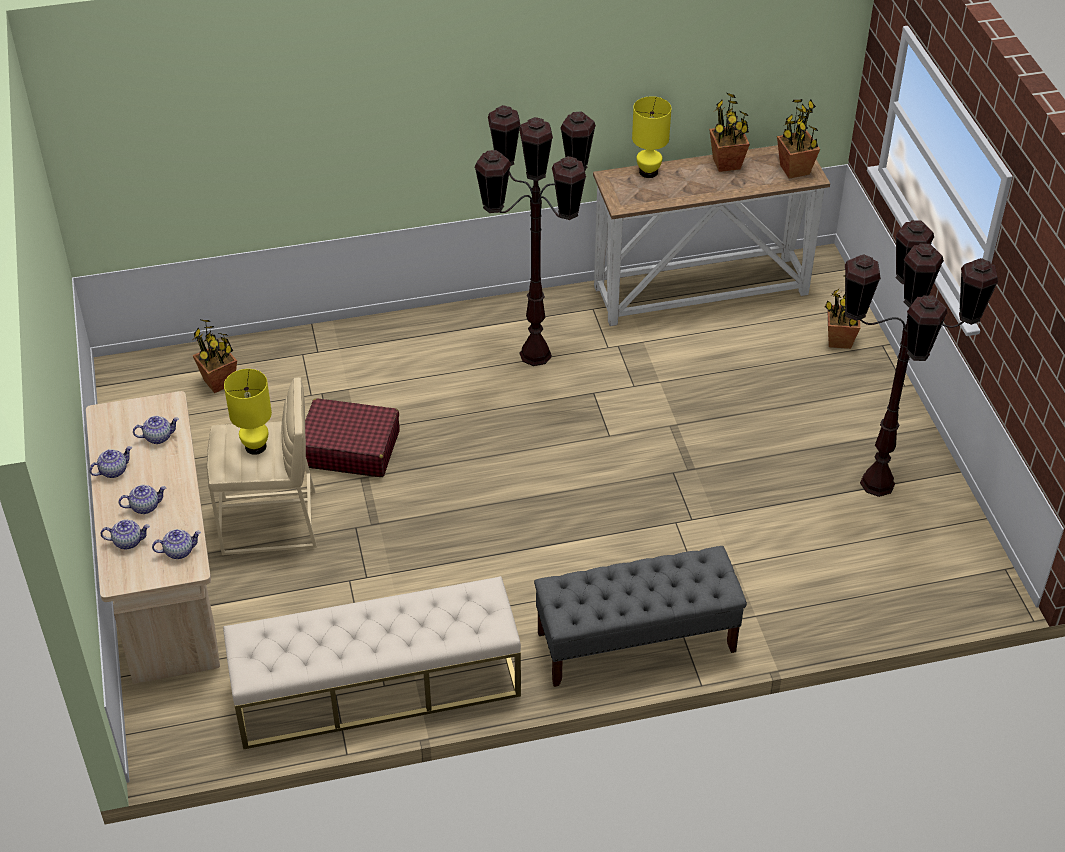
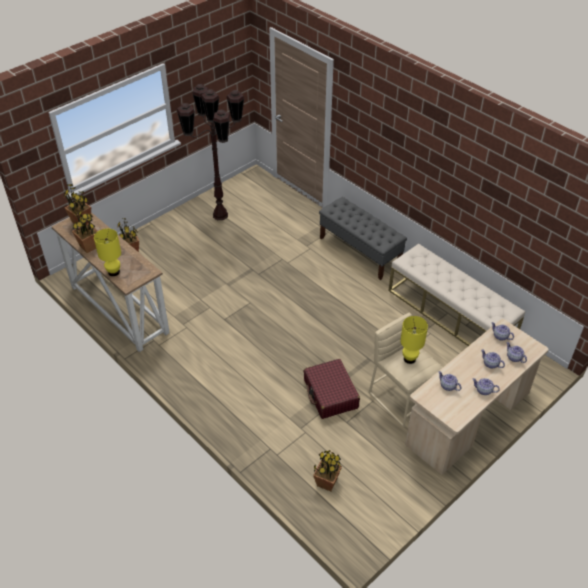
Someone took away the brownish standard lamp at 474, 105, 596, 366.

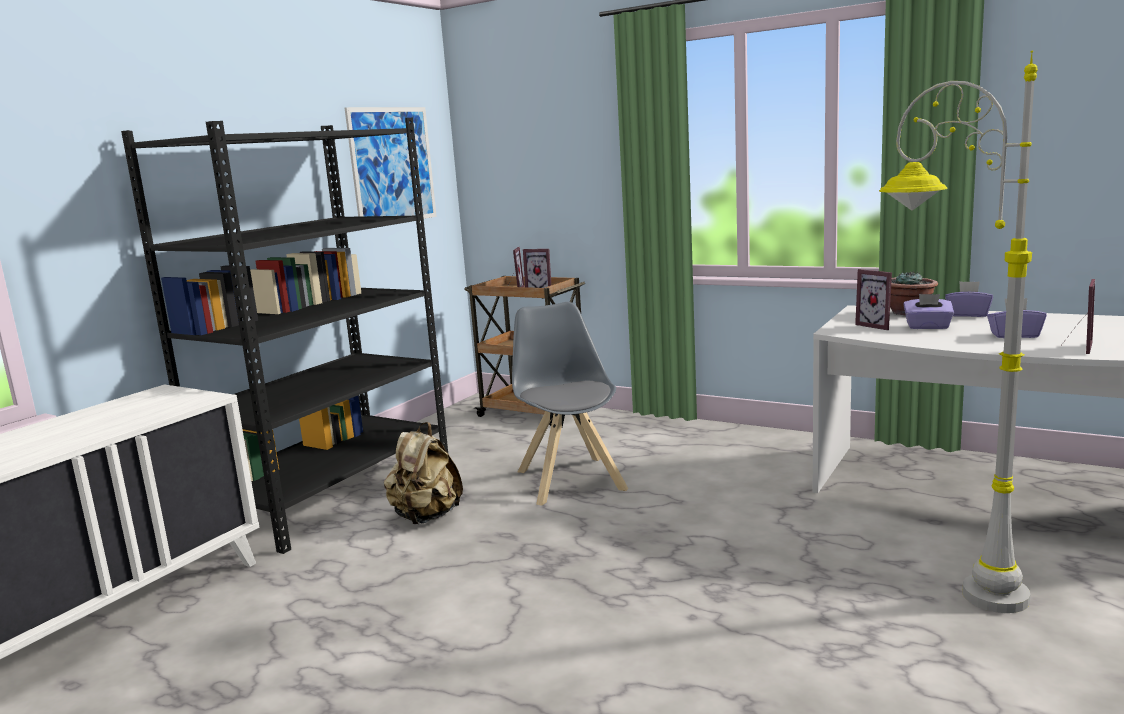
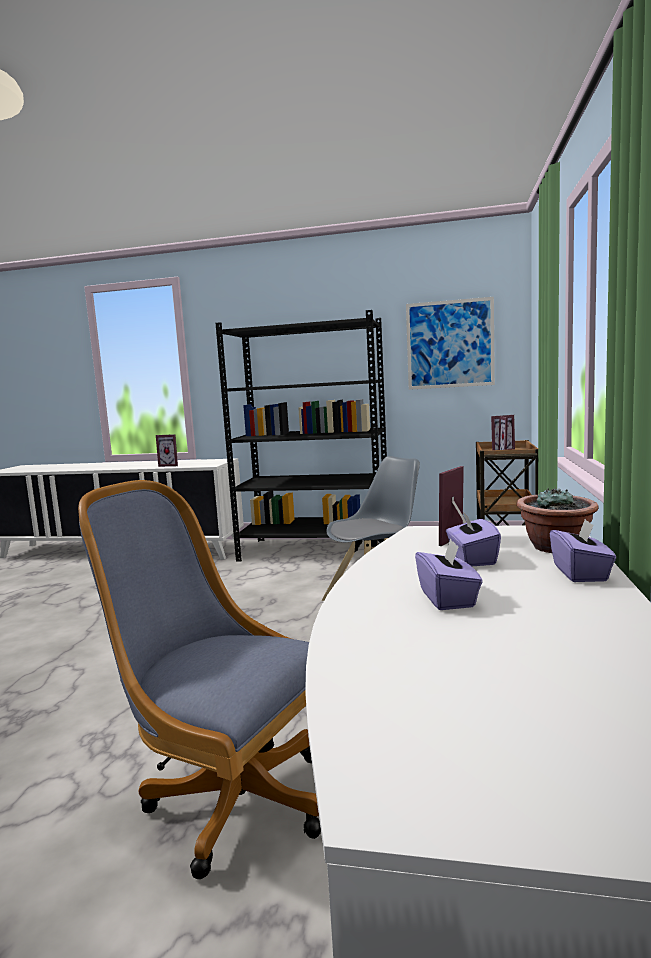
Someone took away the beige-coloured backpack at 384, 422, 463, 524. Someone carried the standing frame from 1062, 279, 1095, 354 to 156, 434, 178, 467. Someone swapped the grey standard lamp at 879, 50, 1038, 613 for the blue desk chair at 78, 480, 321, 879.

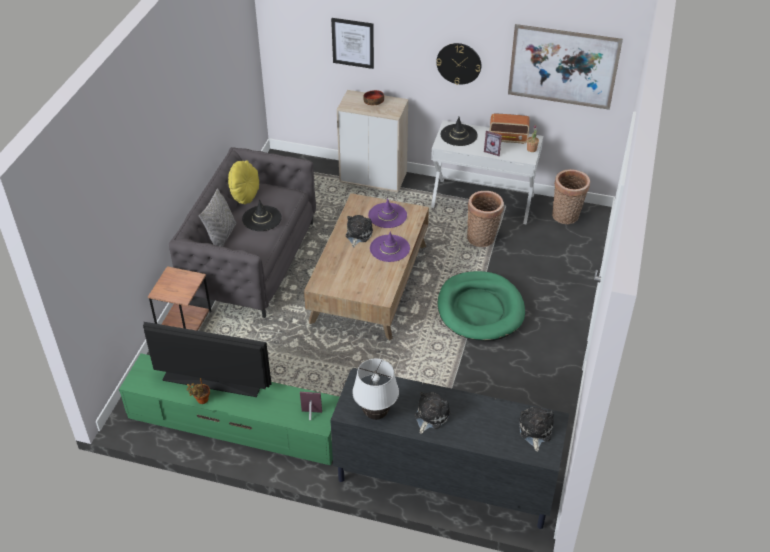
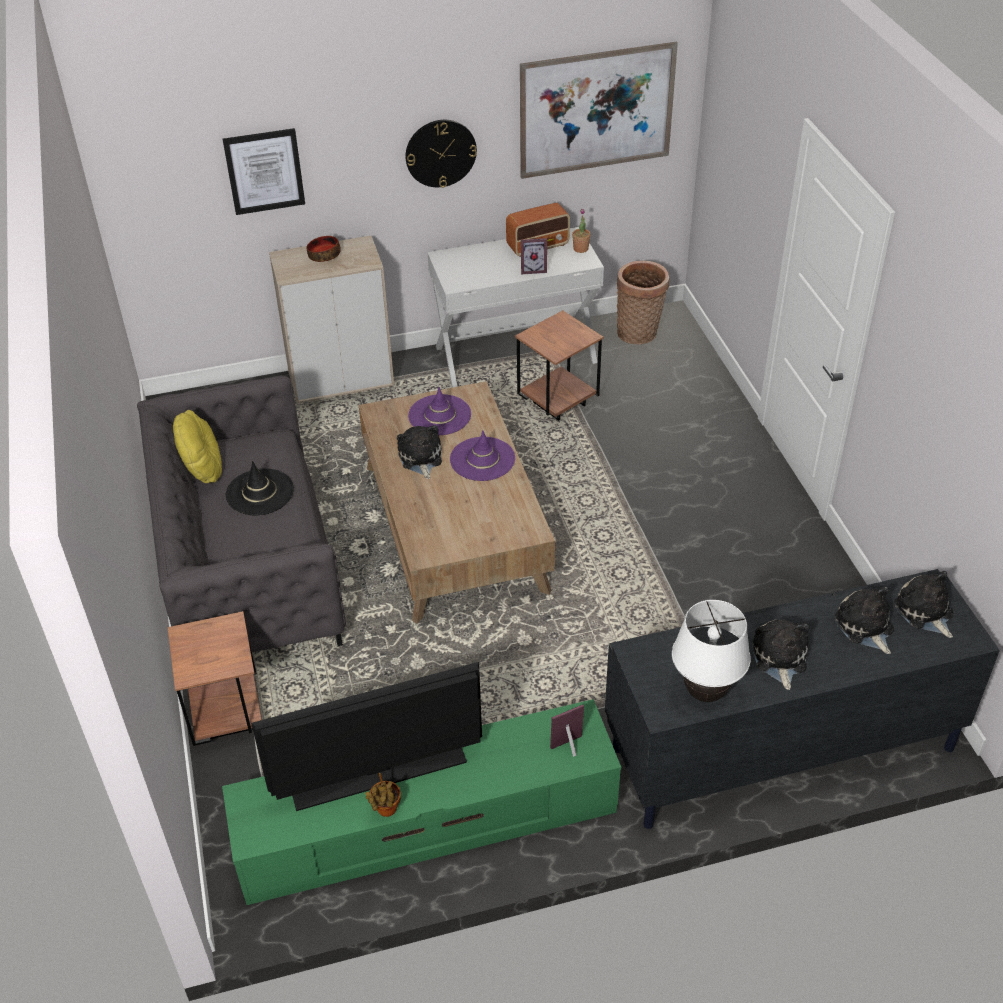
Someone took away the grey cushion at 199, 188, 236, 247. Someone took away the green-coloured dog bed at 438, 271, 525, 341. Someone took away the black-coloured clothing hat at 440, 117, 478, 146. Someone put down the cuddly toy at 835, 586, 894, 654. Someone swapped the household basket at 467, 191, 504, 247 for the brownish end table at 515, 310, 603, 421.

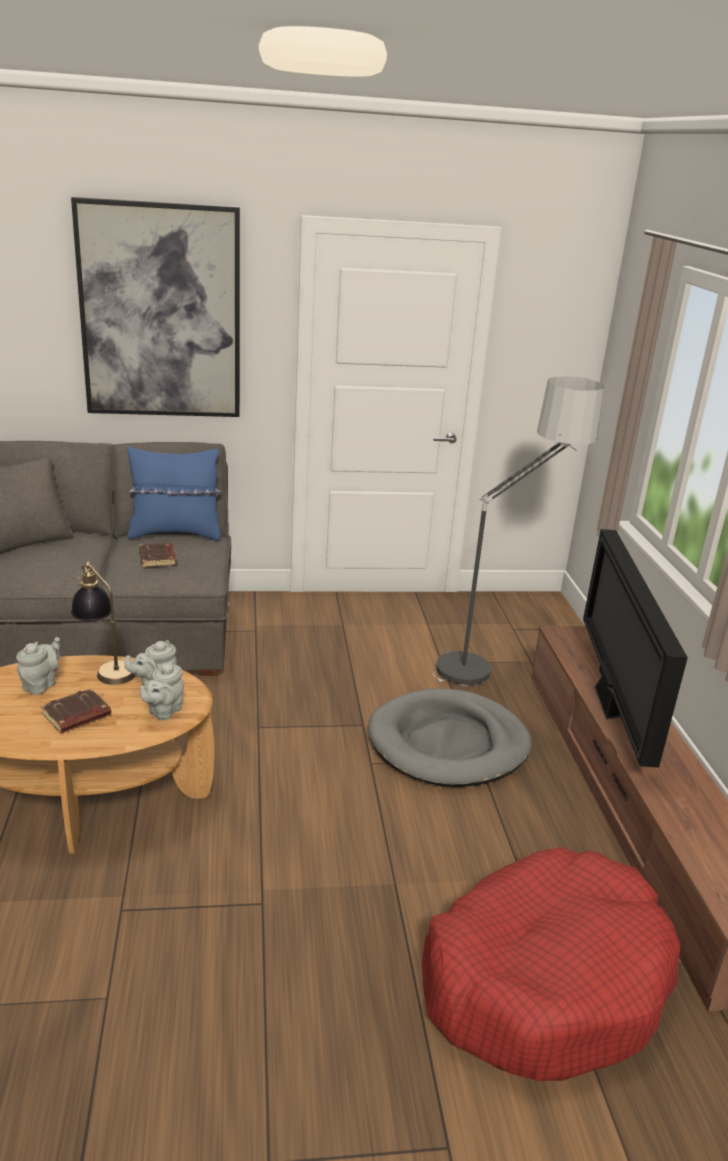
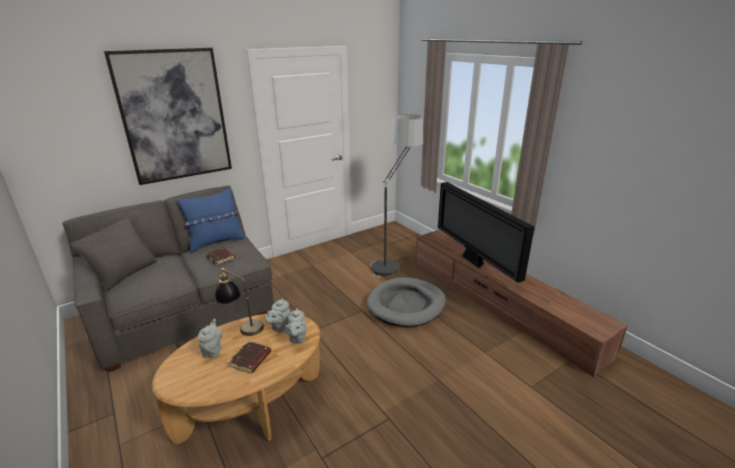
Someone took away the red-coloured dog bed at 422, 847, 680, 1081.

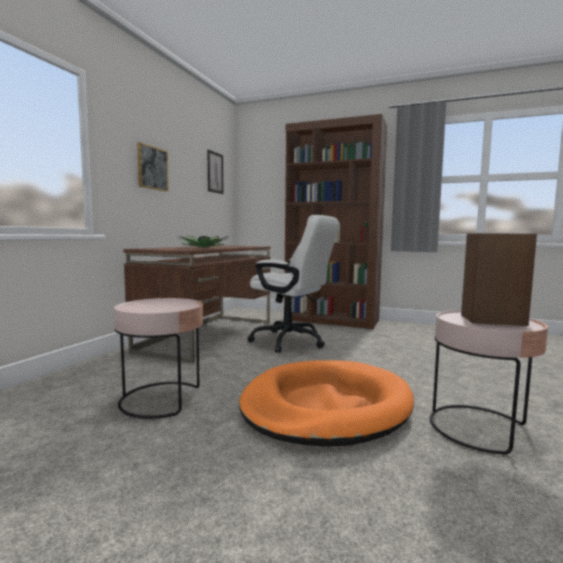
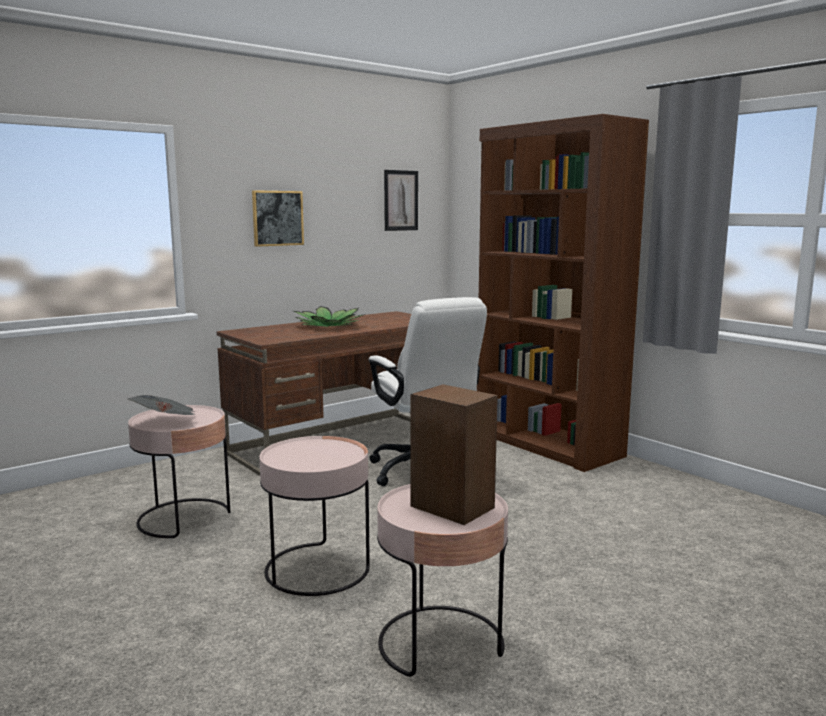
Someone put down the daily paper at 127, 395, 195, 415. Someone swapped the orange-coloured dog bed at 239, 361, 414, 446 for the pink end table at 259, 436, 370, 596.

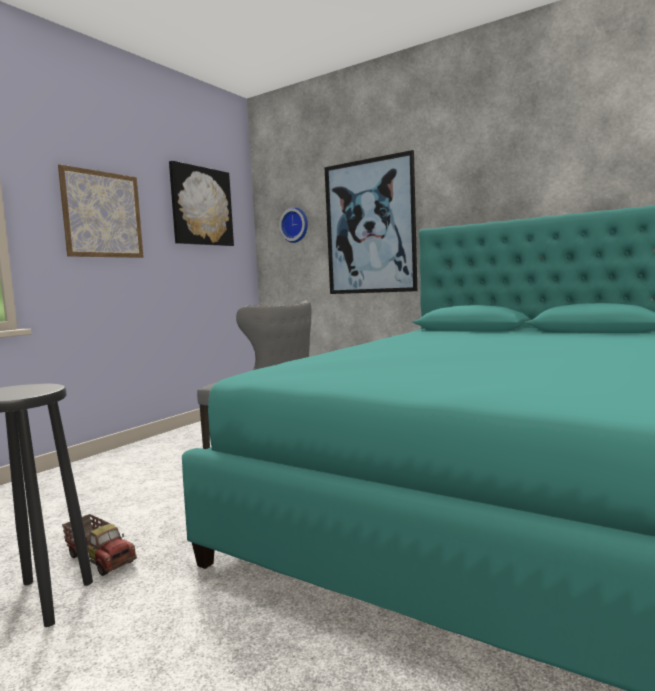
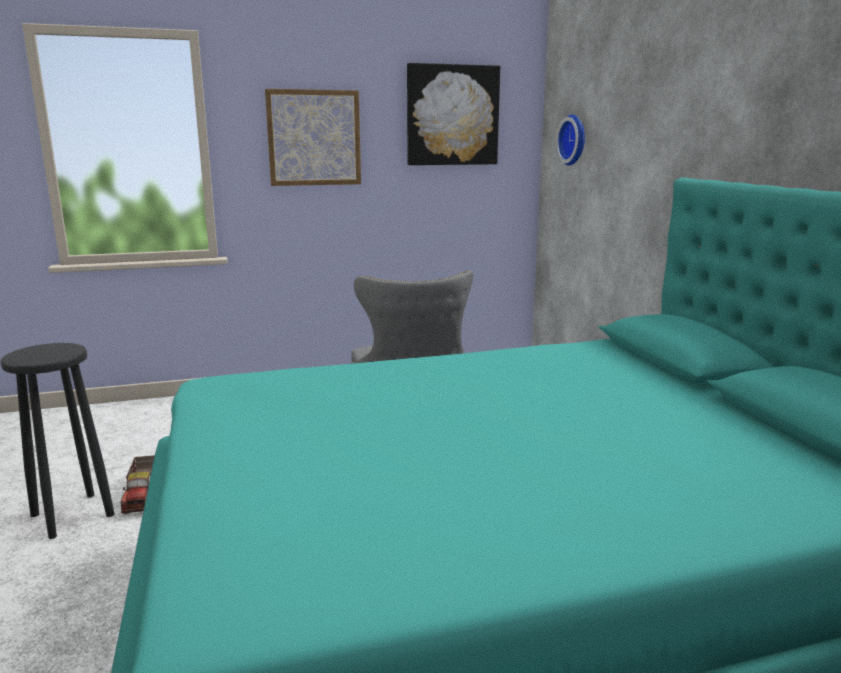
Someone took away the picture at 325, 150, 417, 294.

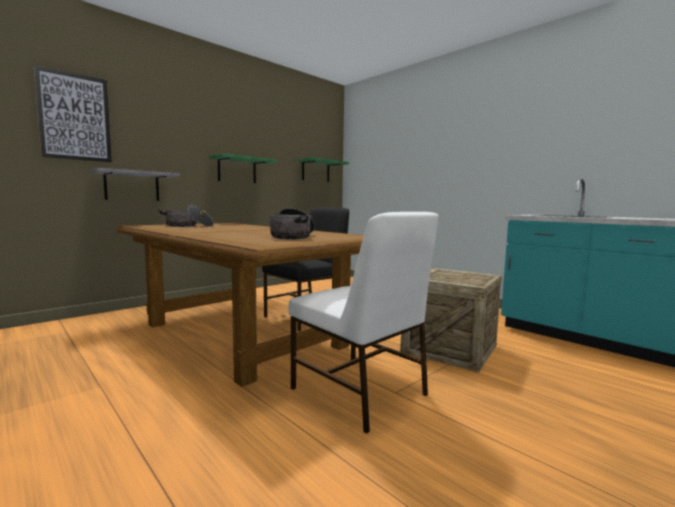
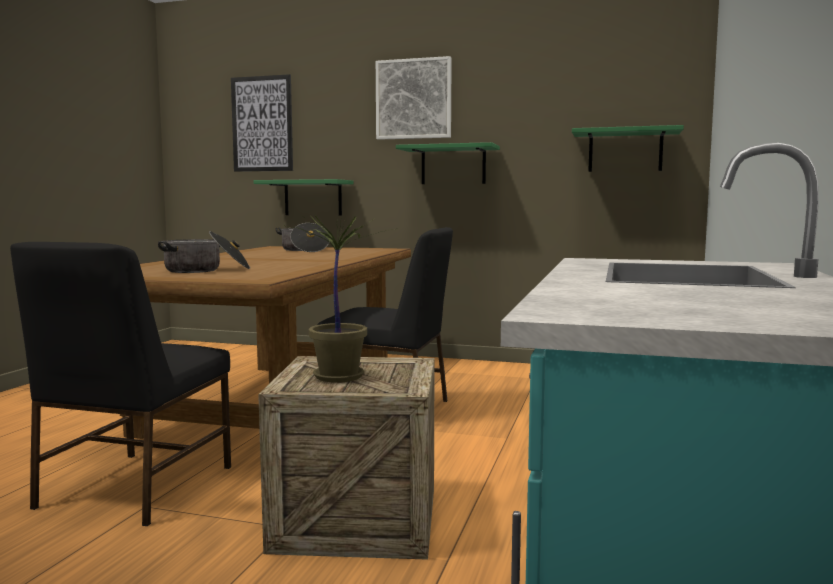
Someone put down the houseplant at 283, 216, 392, 383. Someone put up the picture at 376, 56, 452, 140. Someone repainted the grey wall shelf at 90, 168, 180, 201, which became the green-coloured wall shelf at 253, 179, 353, 216. Someone repainted the whitish upright chair at 289, 212, 438, 434, which became the black-coloured upright chair at 10, 242, 231, 526.

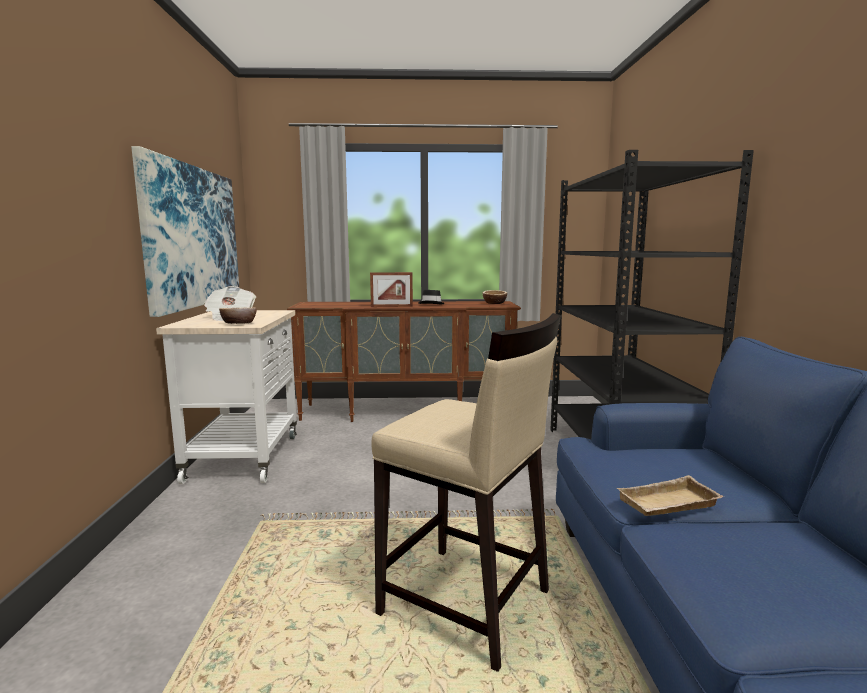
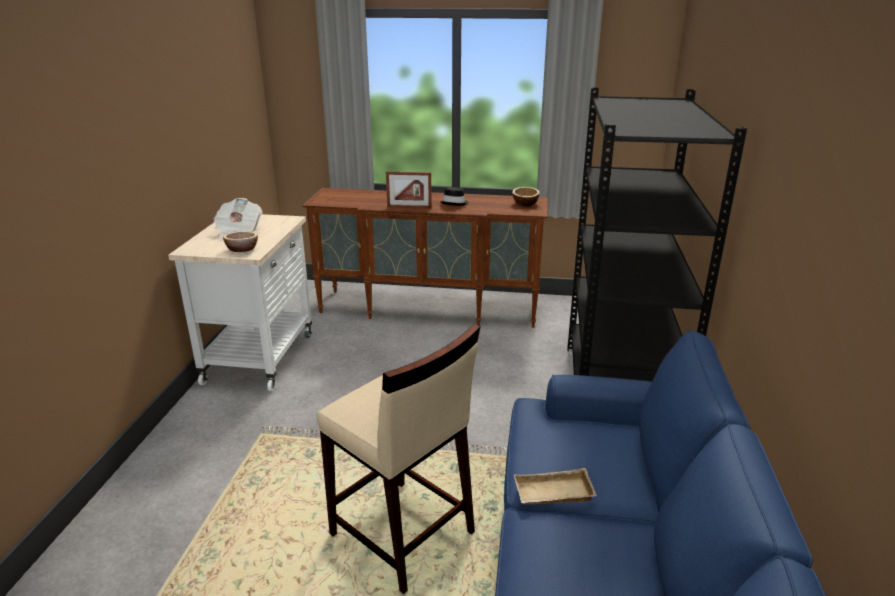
Someone took away the picture at 131, 146, 239, 317.

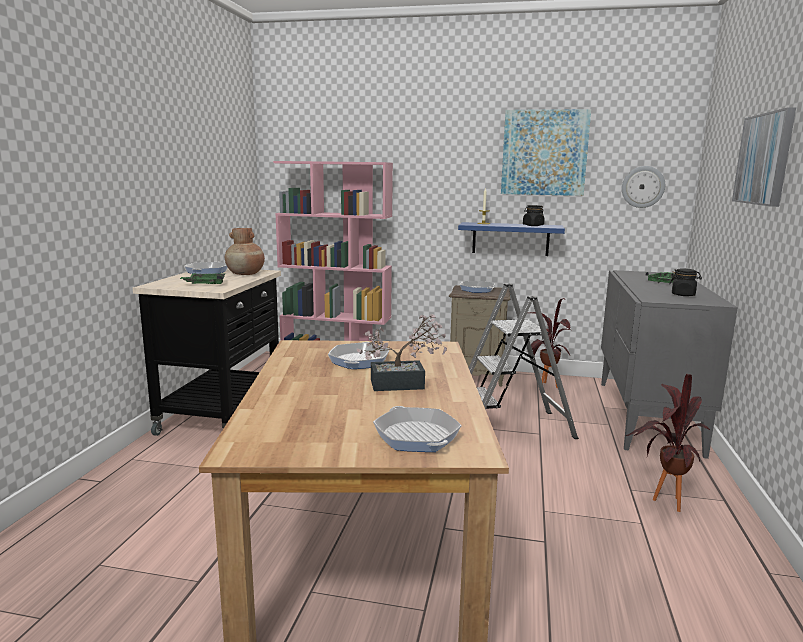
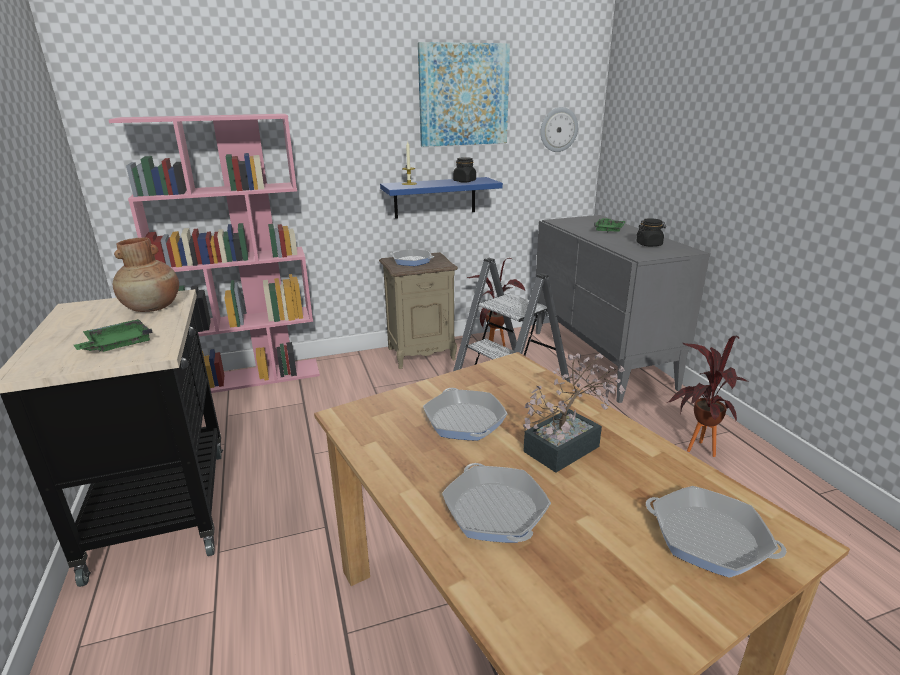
Someone took away the picture at 732, 107, 796, 207. Someone carried the pan from 184, 262, 228, 274 to 442, 463, 551, 543.

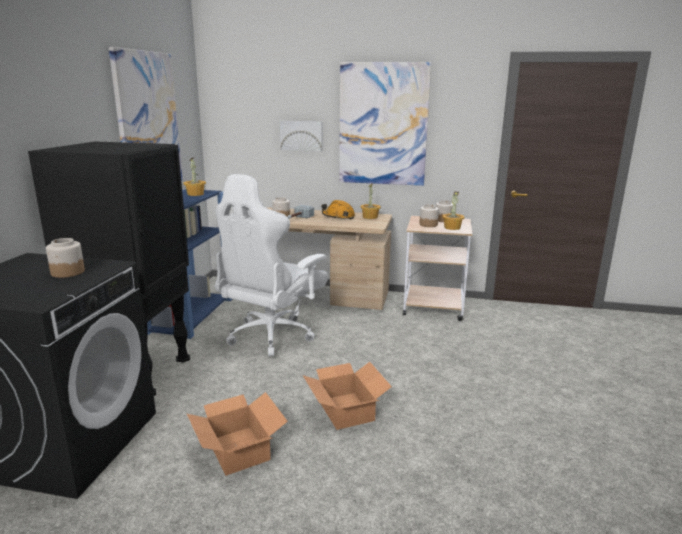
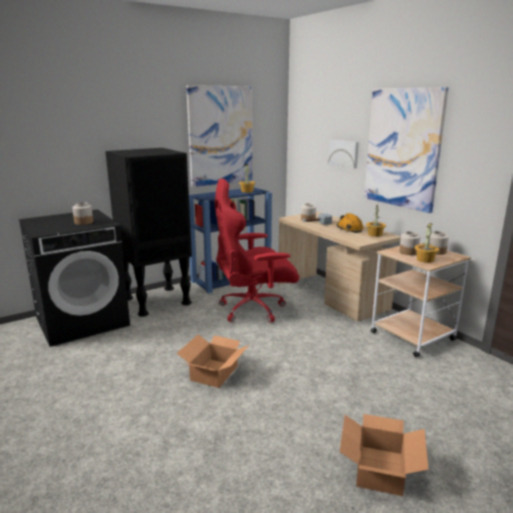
Someone carried the carton from 187, 392, 288, 476 to 339, 414, 429, 496. Someone repainted the whitish desk chair at 215, 174, 328, 357, which became the red-coloured desk chair at 215, 179, 299, 323.

